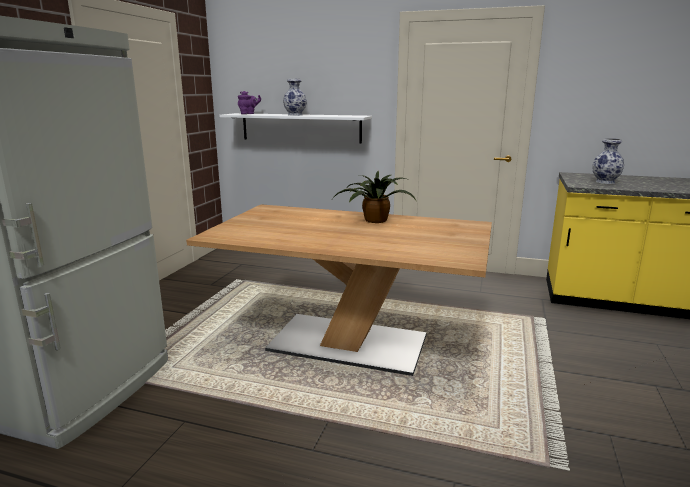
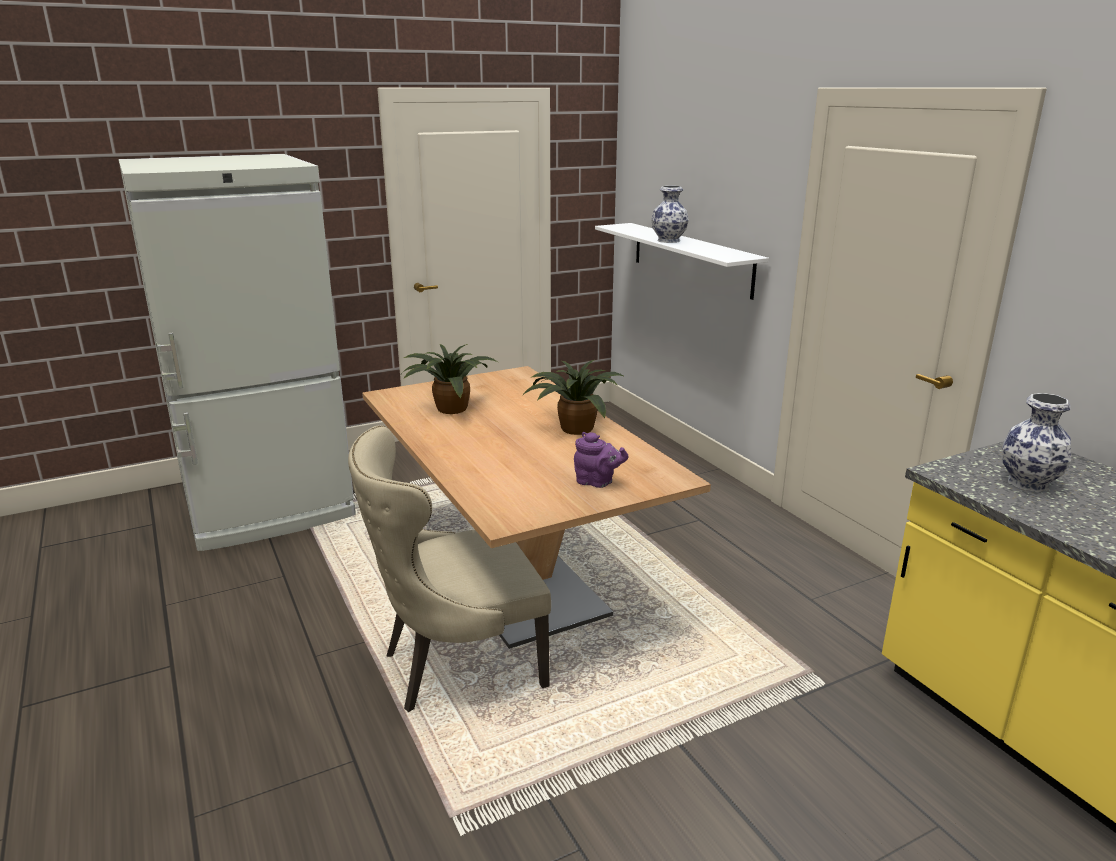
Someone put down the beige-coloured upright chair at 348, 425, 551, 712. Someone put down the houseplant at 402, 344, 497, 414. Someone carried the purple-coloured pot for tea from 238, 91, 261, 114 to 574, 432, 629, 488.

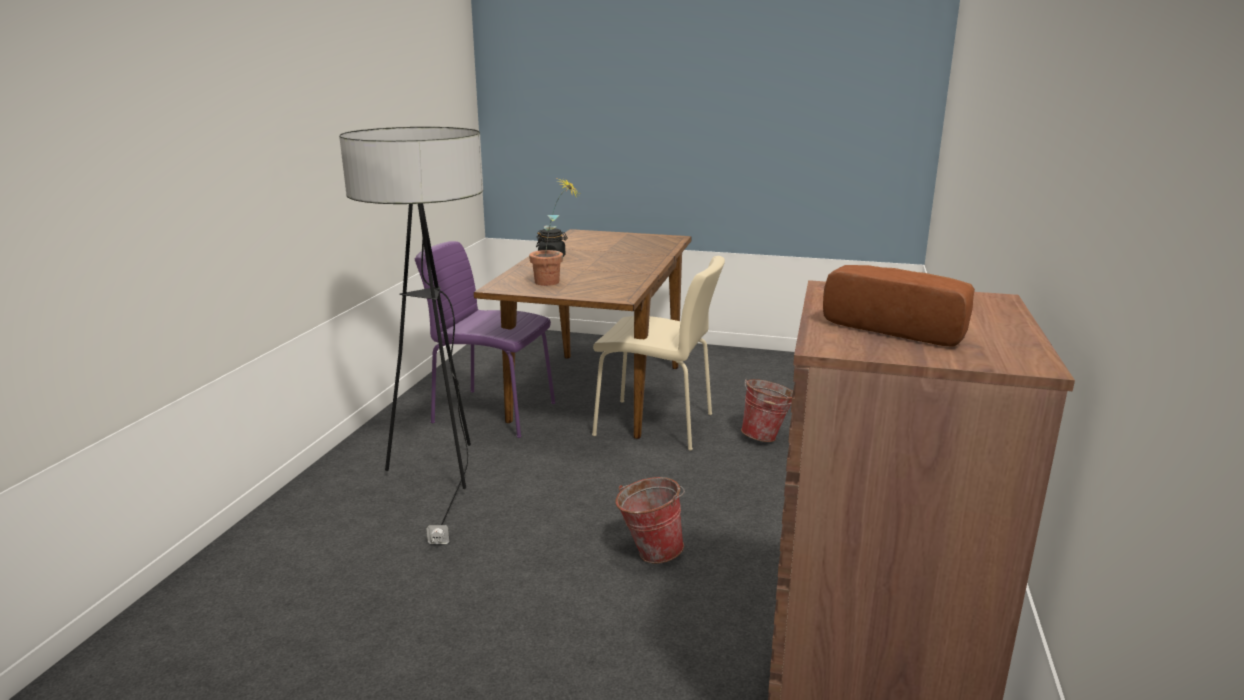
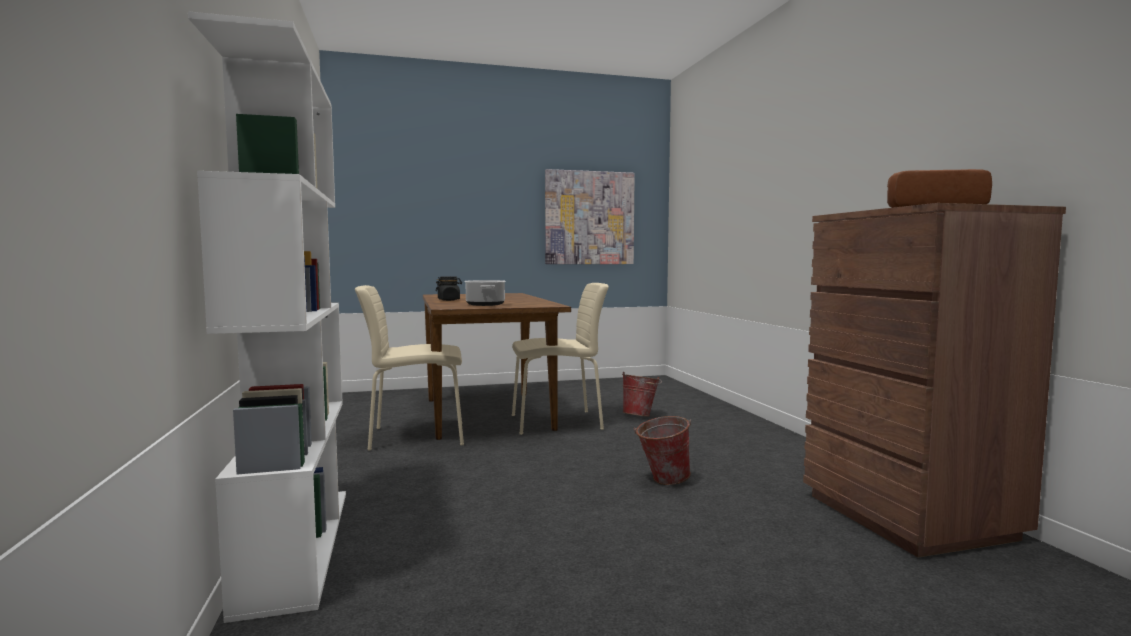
Someone took away the standard lamp at 339, 127, 483, 544. Someone put down the whitish bookcase at 188, 11, 346, 623. Someone put up the picture at 545, 169, 635, 264. Someone swapped the houseplant at 529, 177, 579, 286 for the saucepot at 465, 280, 506, 306. Someone repainted the purple-coloured upright chair at 415, 241, 555, 438, which became the beige-coloured upright chair at 355, 285, 464, 451.

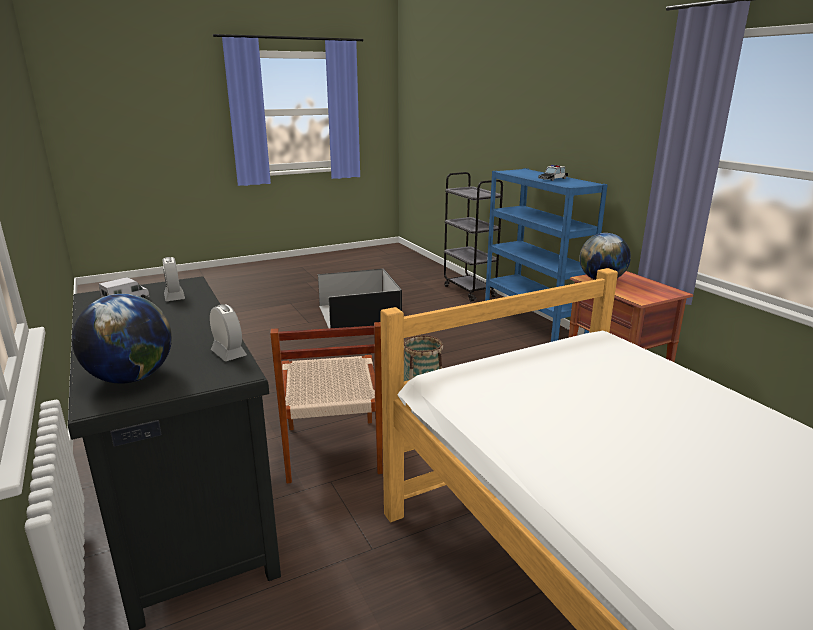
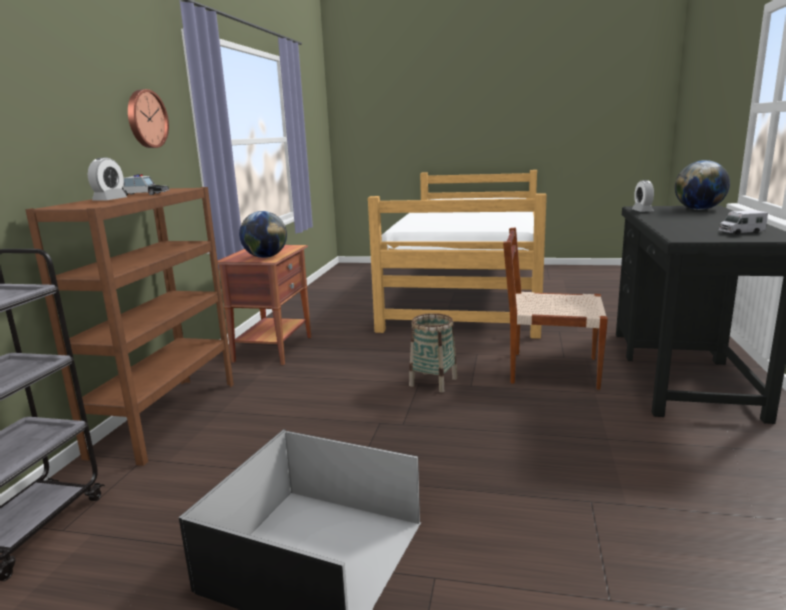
Someone put up the hanging clock at 128, 89, 169, 148. Someone carried the alarm clock from 162, 257, 185, 301 to 88, 157, 127, 201. Someone repainted the blue bookcase at 485, 168, 608, 342, which became the brownish bookcase at 25, 187, 234, 466. Someone rotated the upright chair at 270, 322, 383, 483 by 105 degrees counterclockwise.

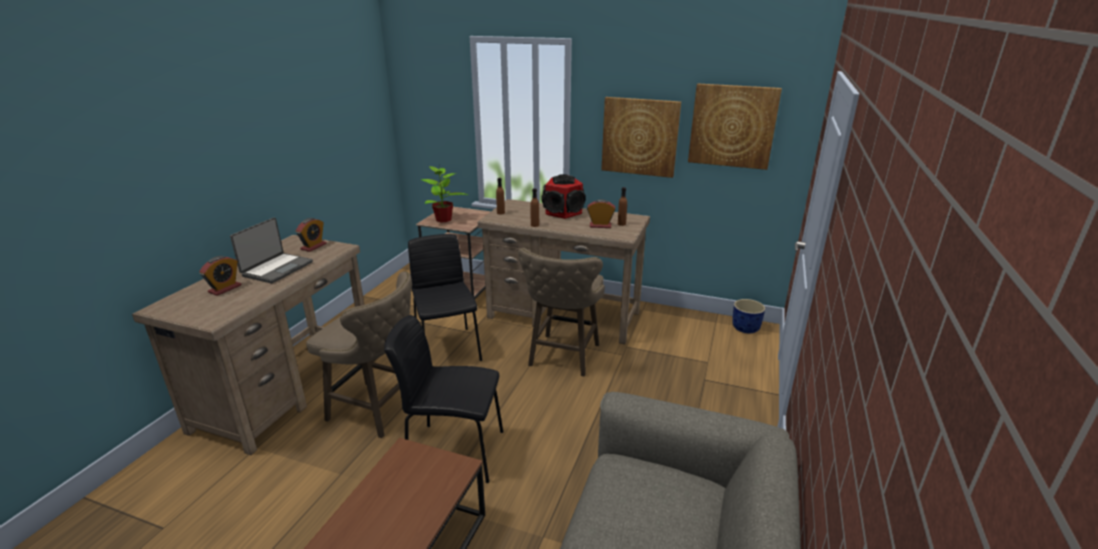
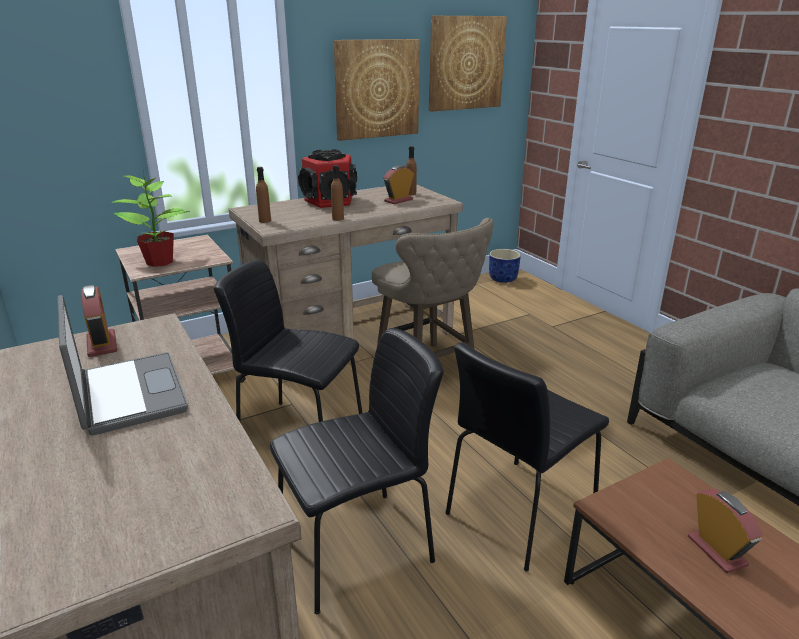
Someone carried the alarm clock from 199, 256, 242, 296 to 688, 489, 763, 573. Someone swapped the beige-coloured stool seat at 306, 271, 412, 438 for the black-coloured upright chair at 270, 328, 444, 614.

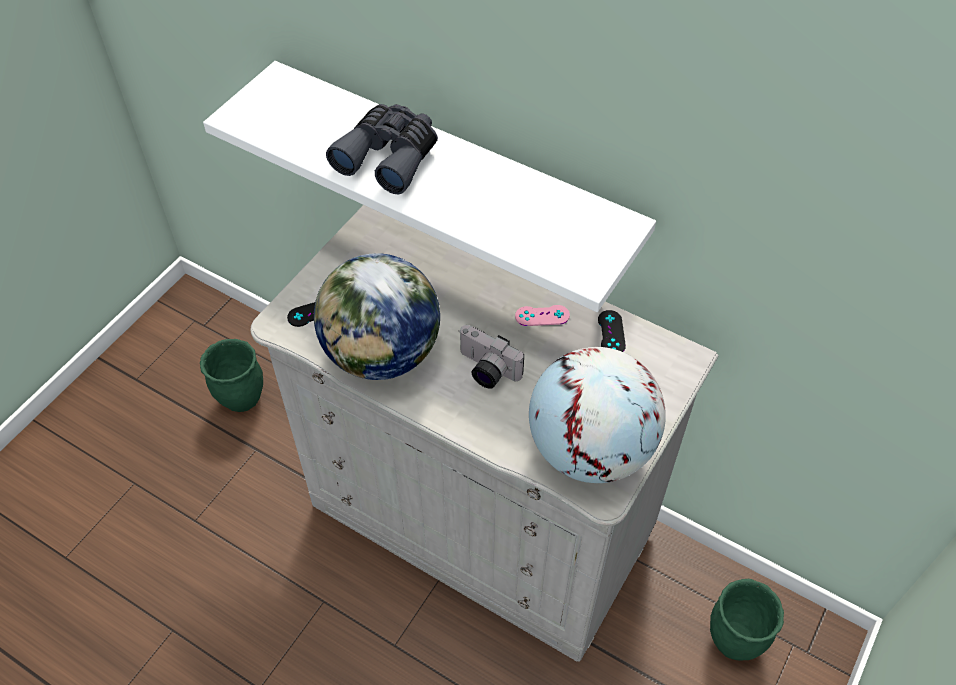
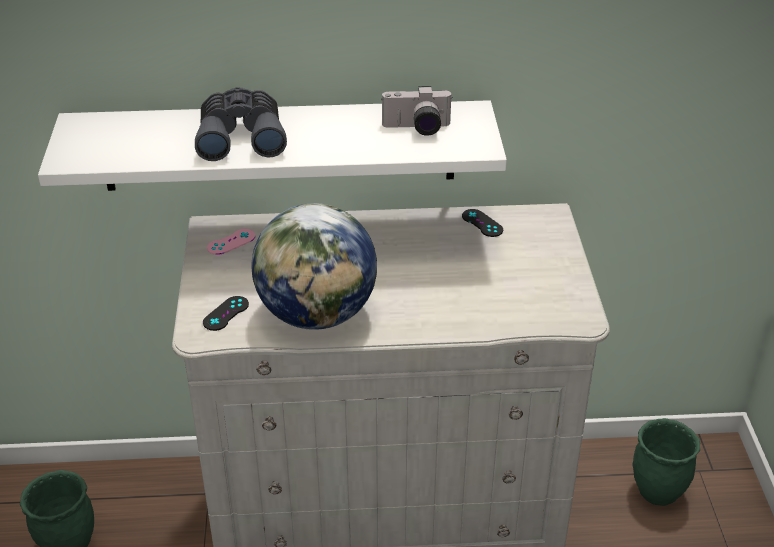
Someone took away the world globe at 529, 347, 666, 483. Someone carried the photo camera from 459, 325, 524, 389 to 381, 86, 453, 136. Someone carried the pink gamepad from 515, 305, 570, 326 to 207, 229, 255, 255.

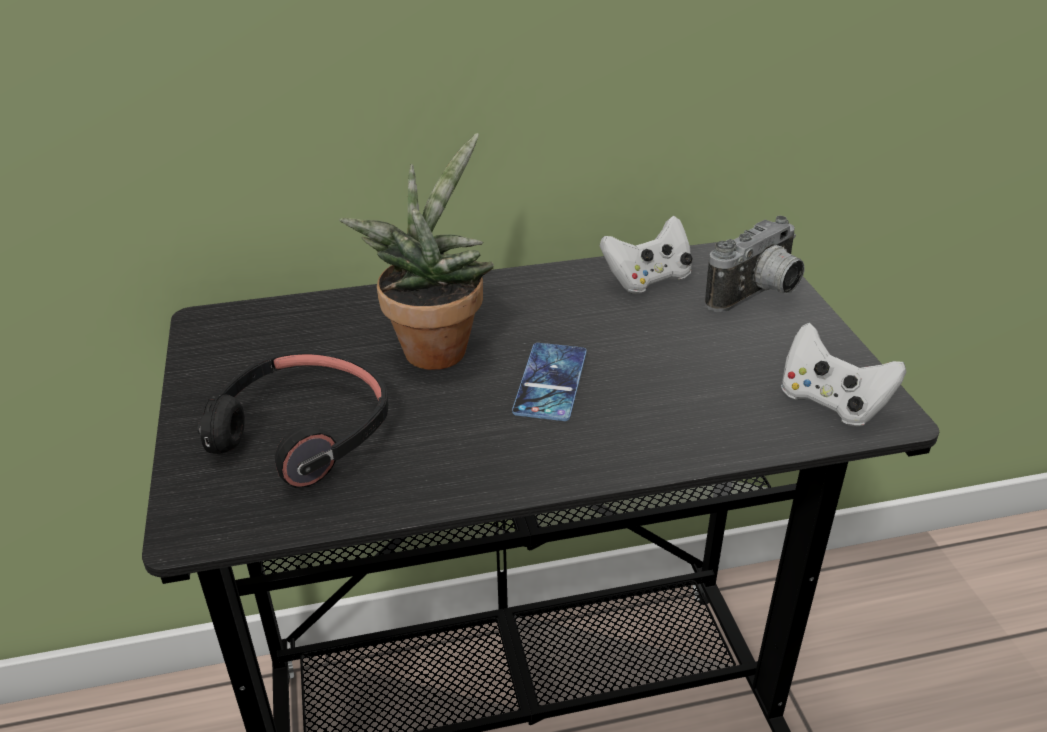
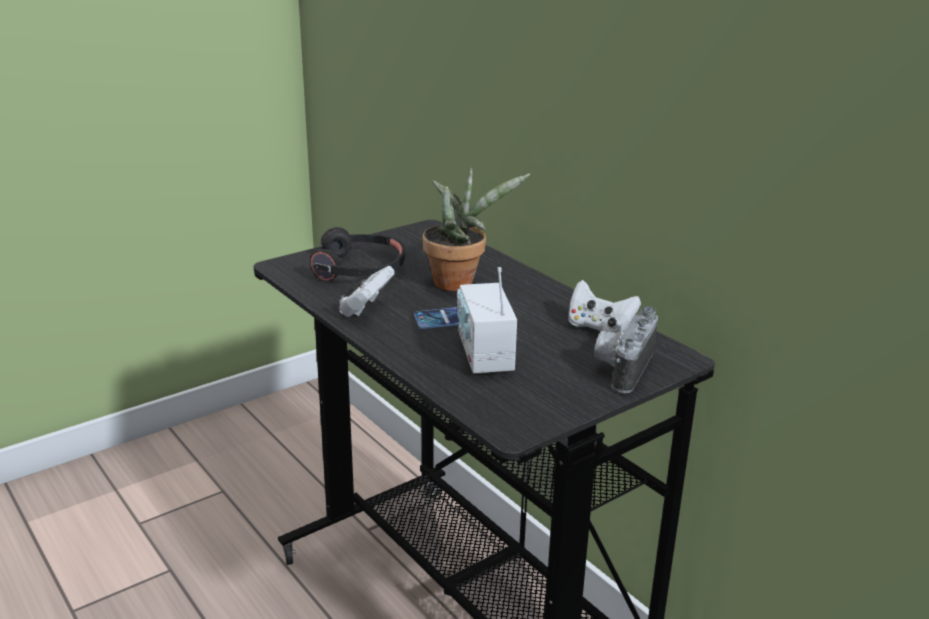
Someone put down the radio at 457, 267, 517, 373. Someone carried the whitish gamepad from 781, 323, 906, 427 to 338, 266, 395, 317. Someone rotated the photo camera at 705, 215, 804, 313 by 90 degrees clockwise.

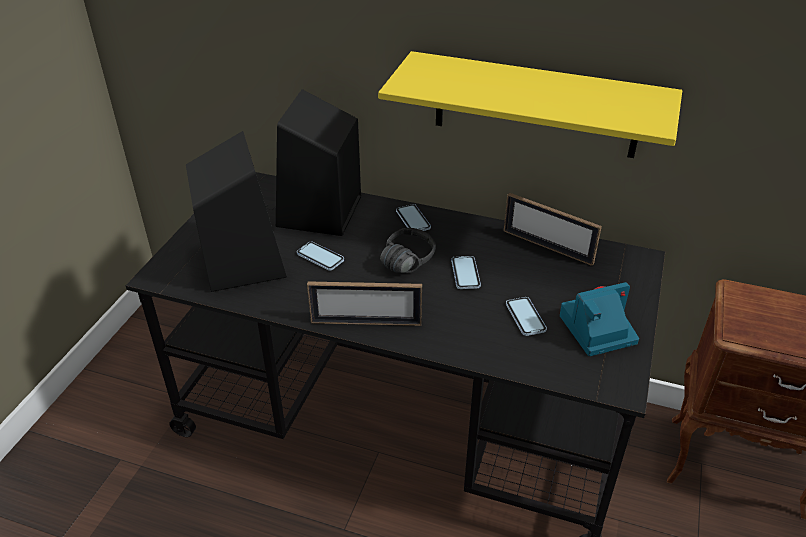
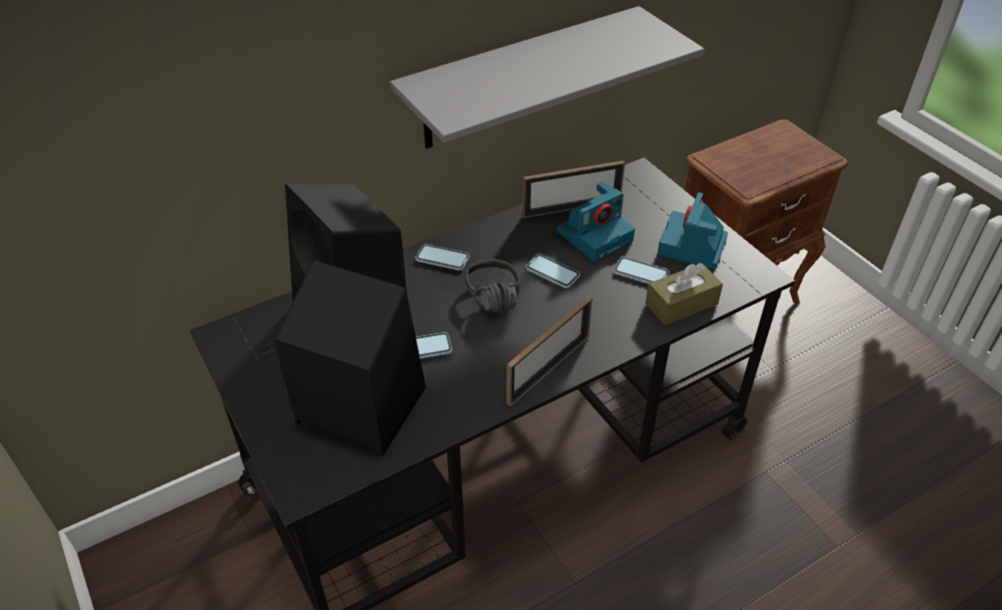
Someone put down the photo camera at 557, 181, 635, 261. Someone put down the brownish tissue box at 645, 263, 723, 325. Someone repainted the yellow wall shelf at 378, 51, 682, 158, which became the grey wall shelf at 390, 6, 704, 149.

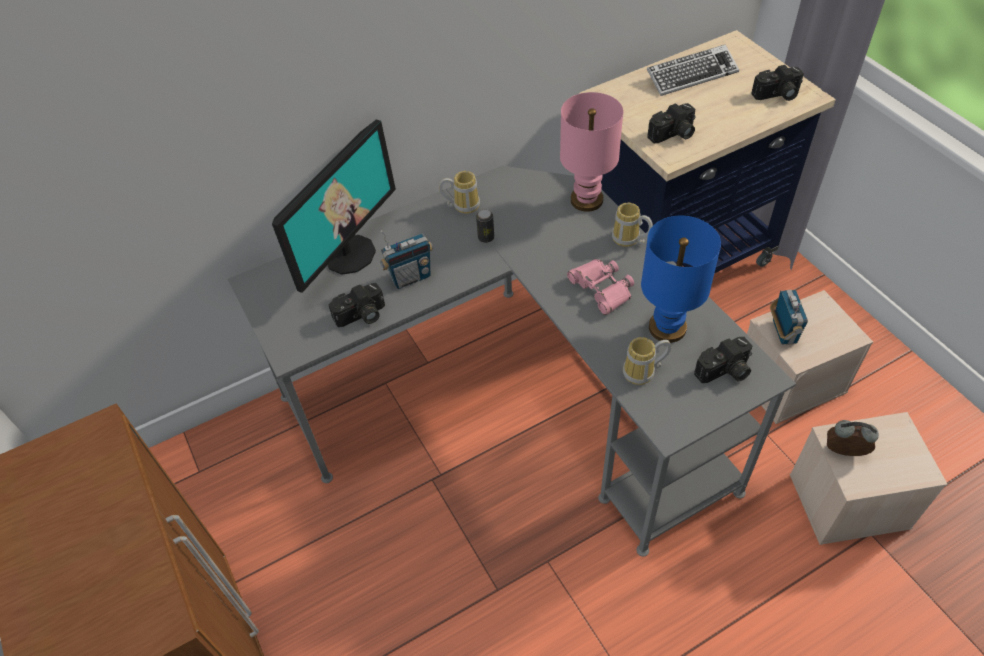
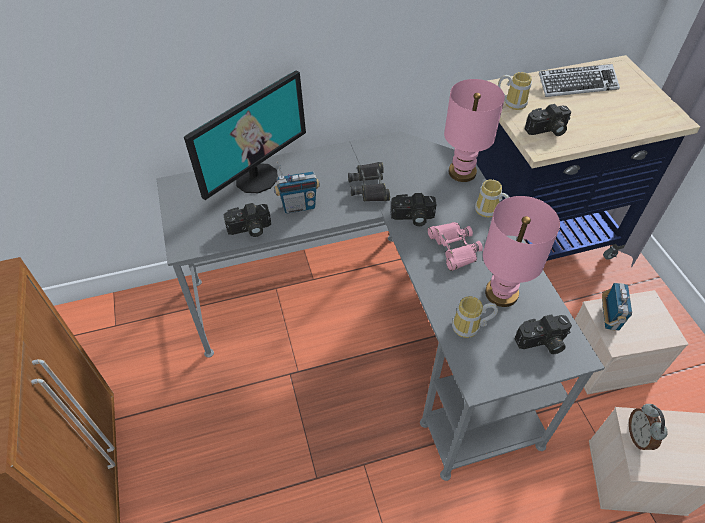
Someone carried the mug from 439, 171, 480, 213 to 498, 72, 532, 110. Someone carried the photo camera from 751, 65, 804, 101 to 391, 193, 436, 226. Someone swapped the metal can at 476, 209, 494, 243 for the black-coloured pair of binoculars at 348, 162, 390, 201. Someone repainted the blue lamp for a table at 641, 216, 721, 343, which became the pink lamp for a table at 483, 196, 560, 307. Someone rotated the alarm clock at 827, 420, 879, 456 by 120 degrees counterclockwise.

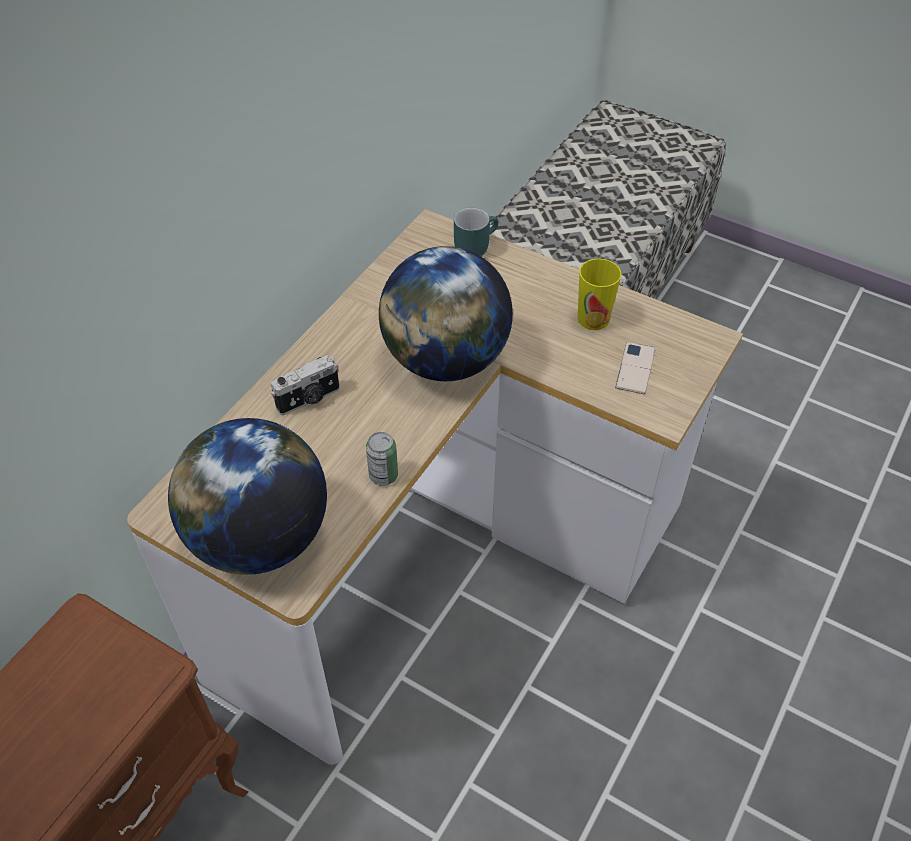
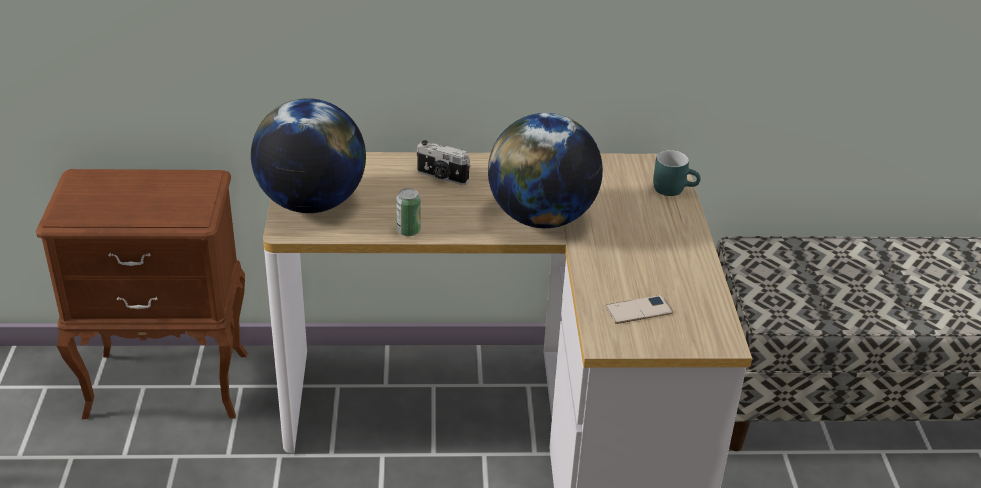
Someone took away the small cup at 578, 258, 621, 330.

